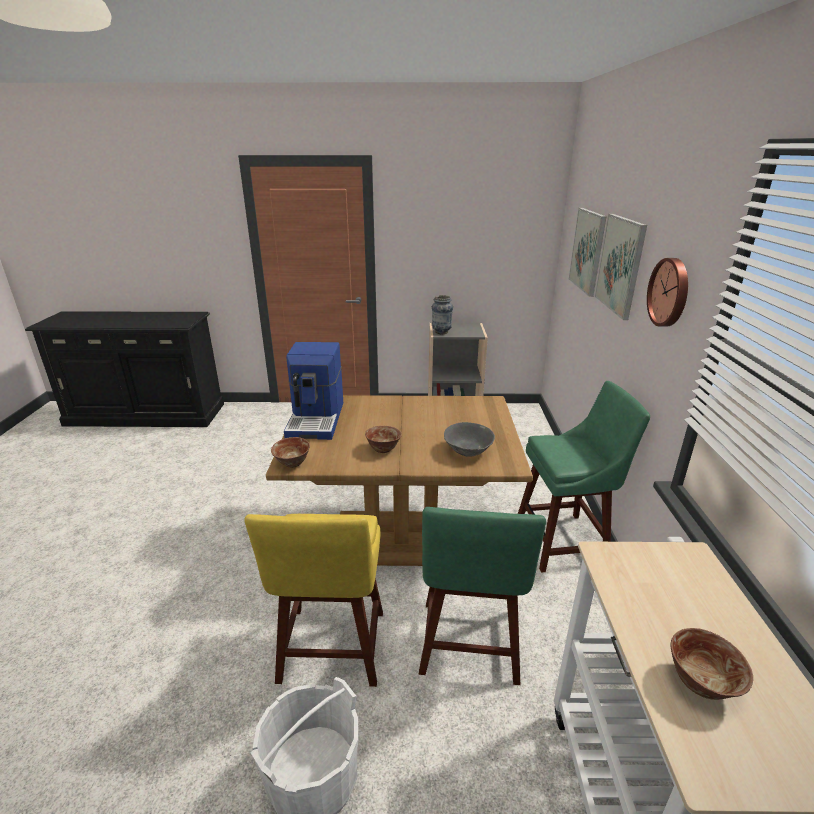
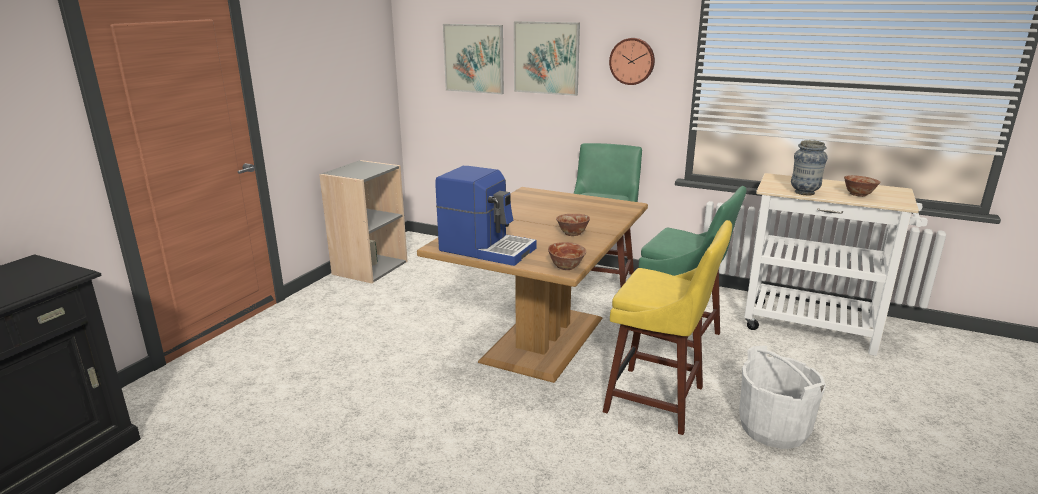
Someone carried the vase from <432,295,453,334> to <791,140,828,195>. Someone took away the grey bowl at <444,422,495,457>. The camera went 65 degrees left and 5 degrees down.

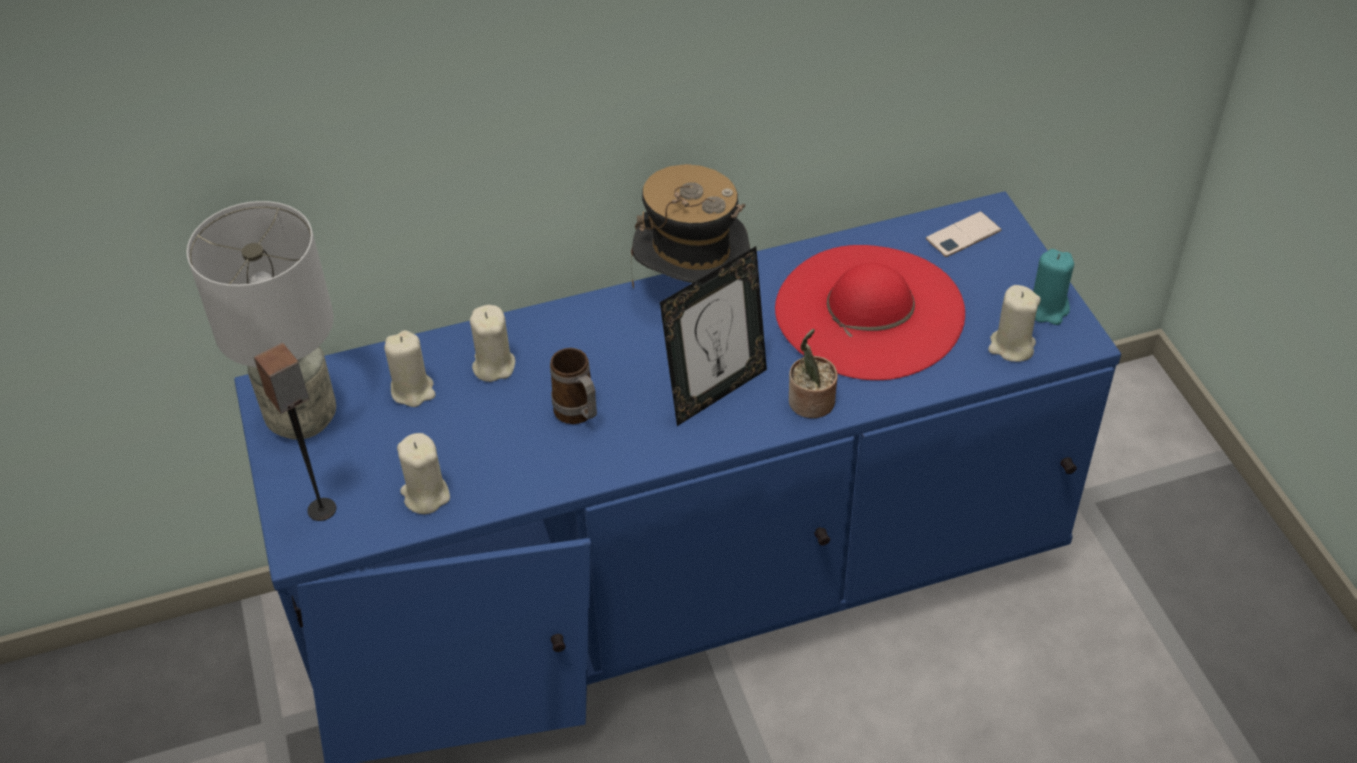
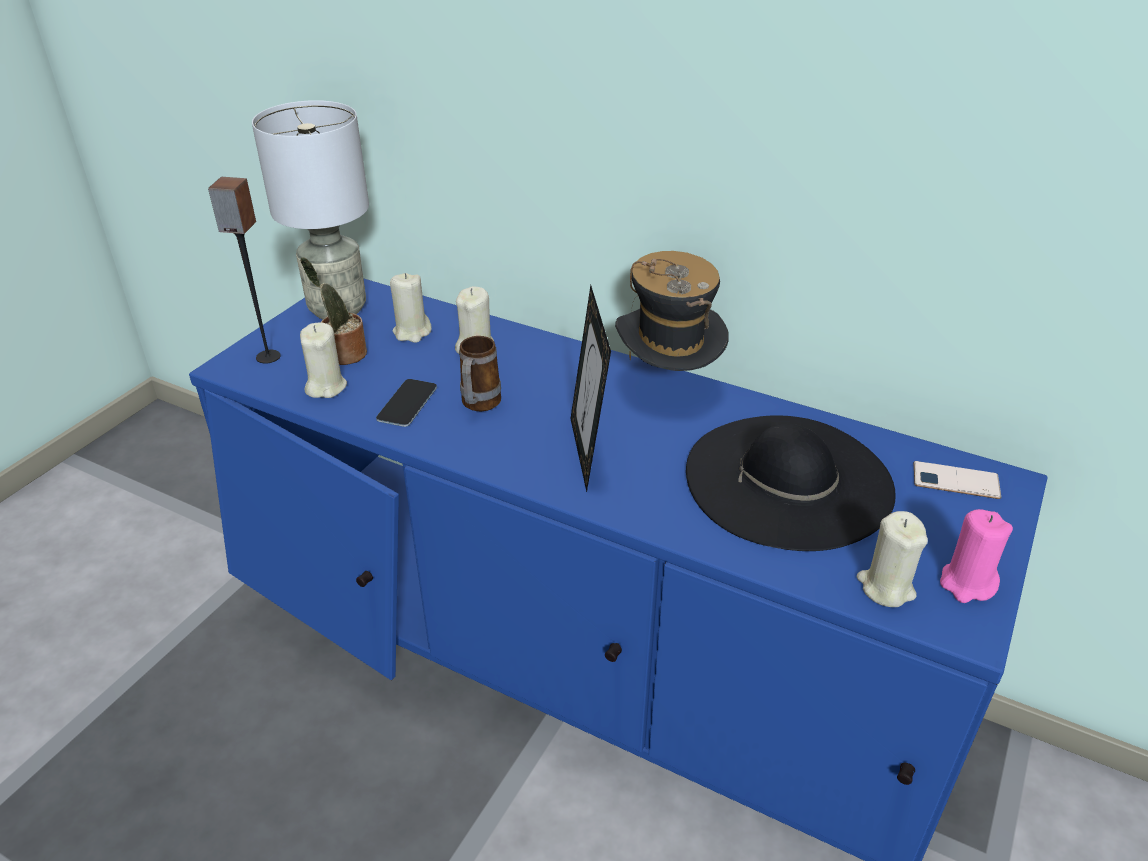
Someone carried the potted plant from <789,329,838,418> to <300,257,367,365>. Someone put down the phone at <376,379,437,427>. Someone rotated the picture frame at <660,246,767,426> by 75 degrees clockwise. Someone repainted the red hat at <775,245,965,380>, which became the black hat at <686,415,896,551>. Someone repainted the turquoise candle at <1033,249,1074,325>, which became the pink candle at <940,509,1013,603>. The camera went 45 degrees right and 10 degrees down.

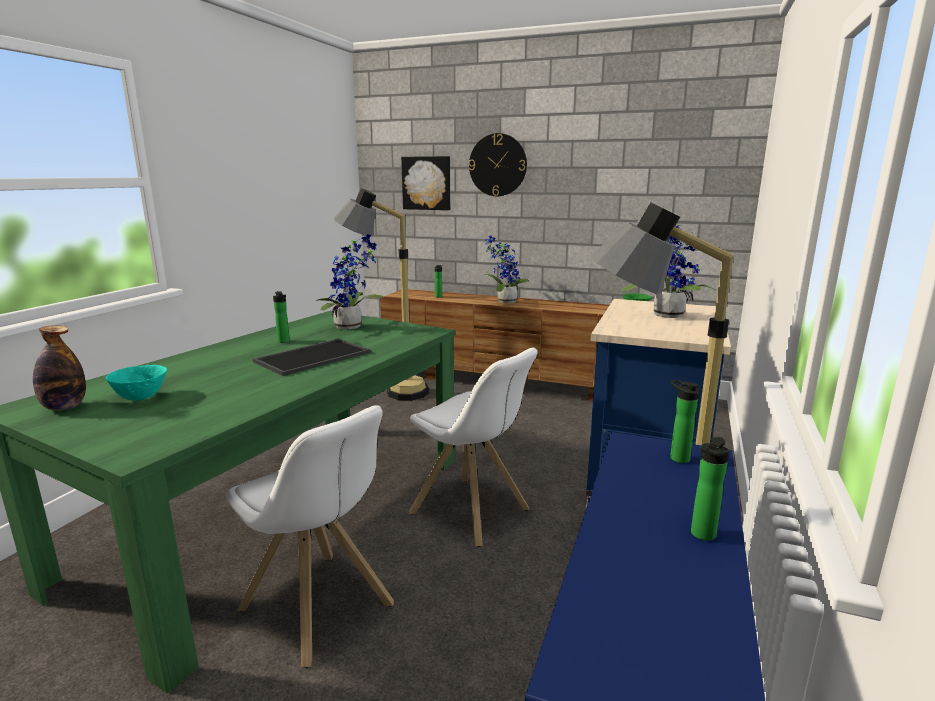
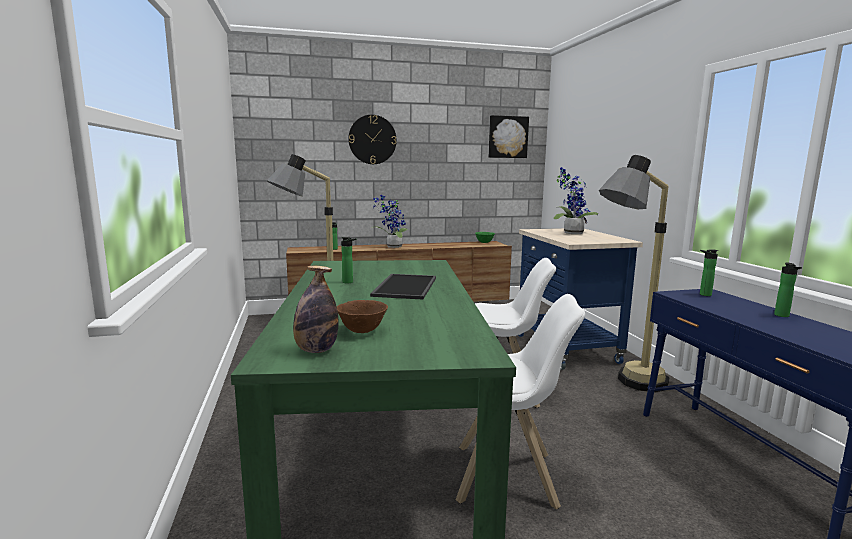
Someone repainted the turquoise bowl at <106,365,167,401>, which became the brown bowl at <337,300,388,333>. Someone carried the picture from <401,156,450,210> to <489,115,529,158>. Someone took away the potted plant at <316,234,384,330>. The camera went 35 degrees left and 5 degrees down.

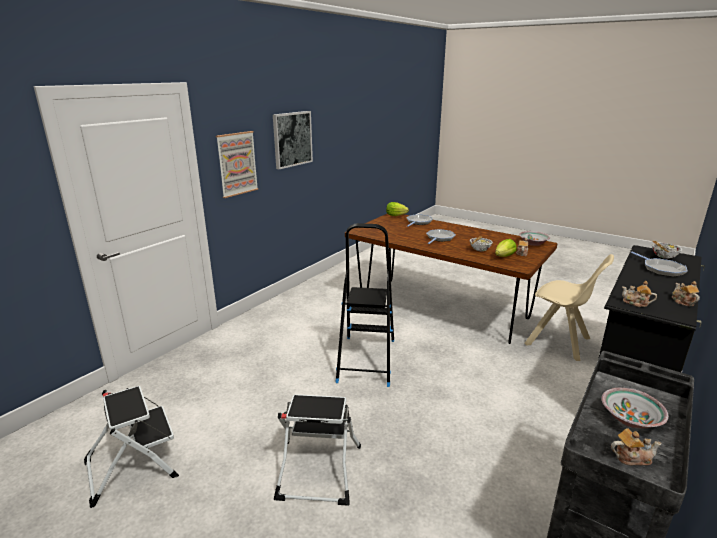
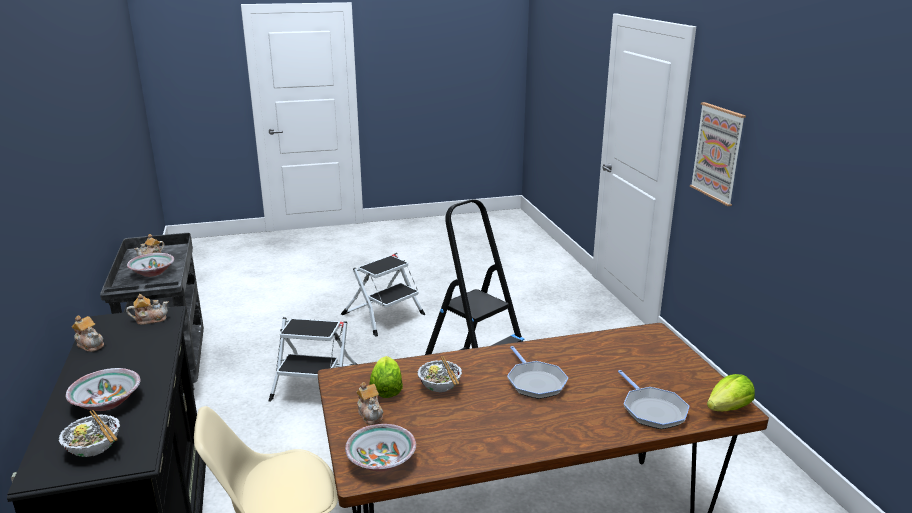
Someone swapped the frying pan at <631,252,687,277> for the bowl at <66,368,141,411>. Someone carried the step ladder from <84,386,179,508> to <269,317,357,402>. Someone took away the picture at <273,111,313,169>. The camera went 130 degrees right and 0 degrees up.

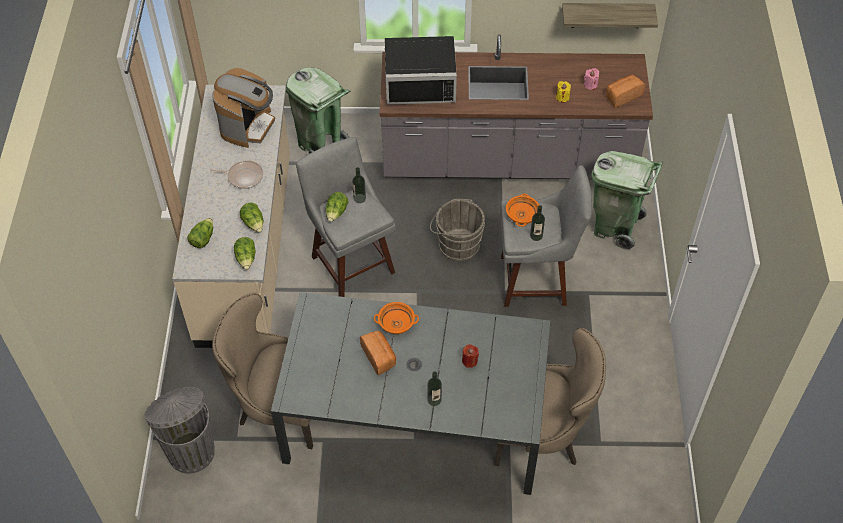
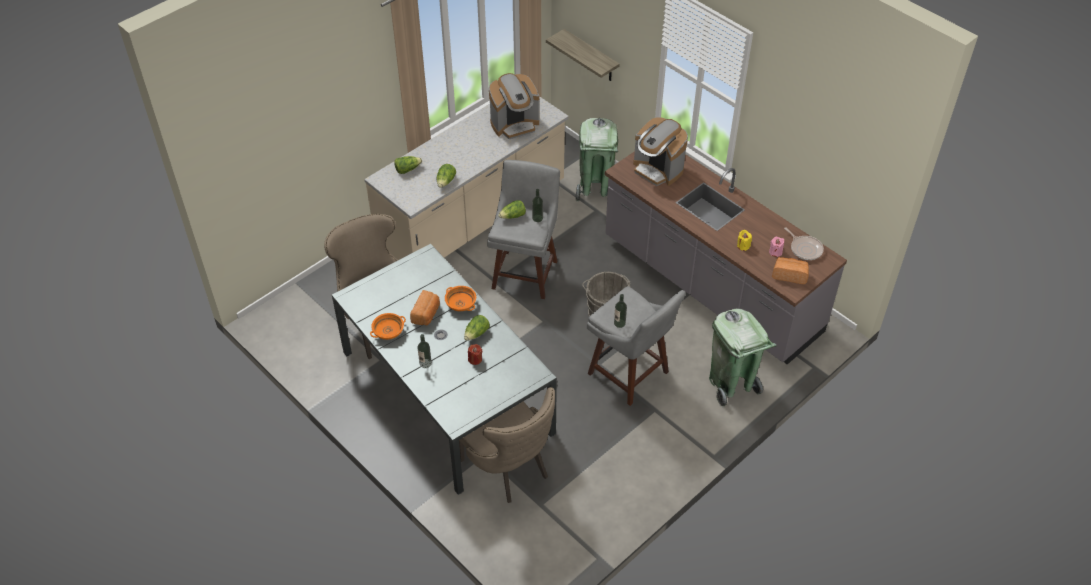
Someone carried the orange bowl from <506,194,539,227> to <370,313,406,340>. Someone carried the lettuce from <234,237,256,270> to <464,315,490,341>. Someone carried the shelf from <562,3,658,28> to <546,29,620,81>. Someone swapped the black microwave at <385,36,457,105> for the coffee machine at <633,117,688,186>. Someone carried the frying pan from <210,160,263,189> to <784,227,824,260>. Someone took away the grey trash can at <145,387,215,474>. The camera went 45 degrees right and 5 degrees down.

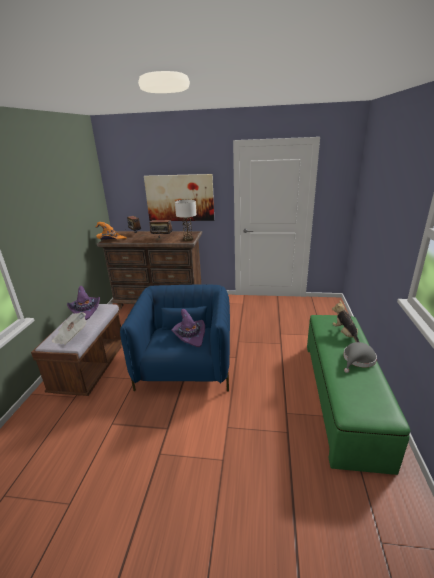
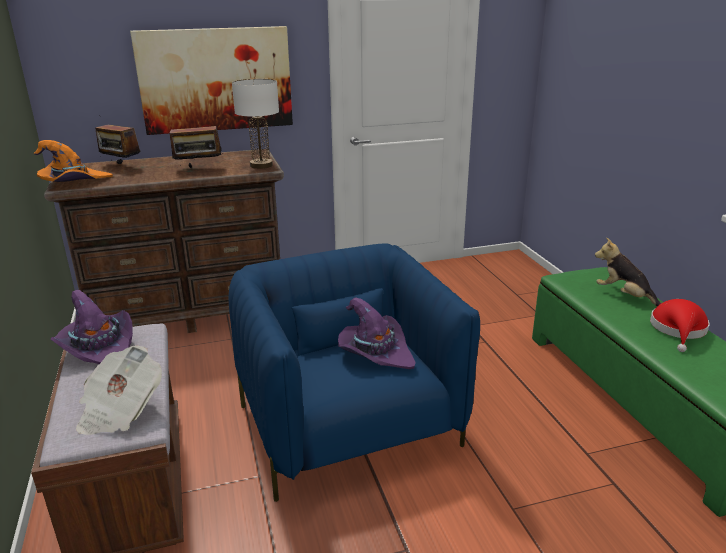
Someone repainted the grey hat at <343,342,377,373>, which became the red hat at <650,299,710,352>. The camera went 25 degrees left and 0 degrees up.

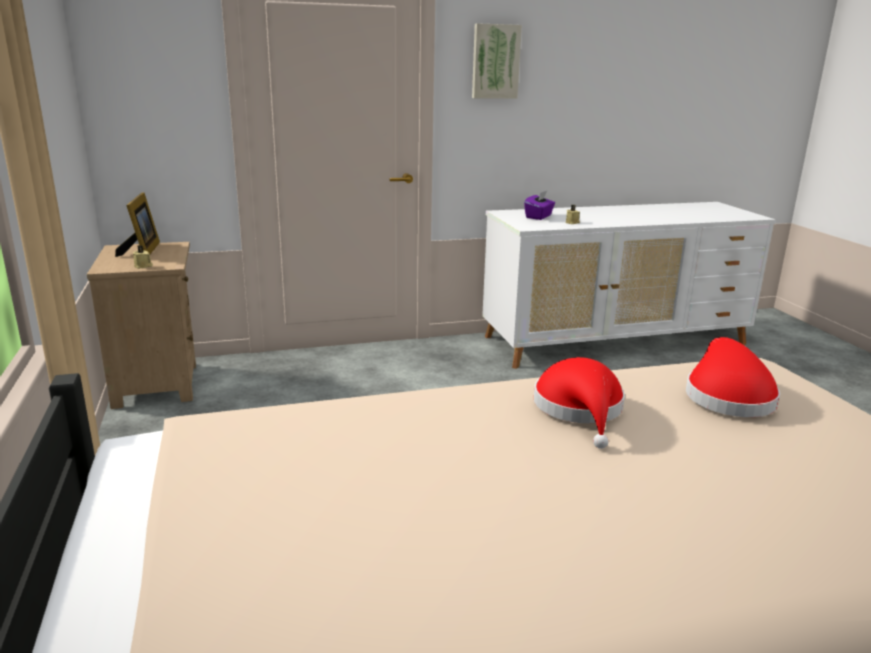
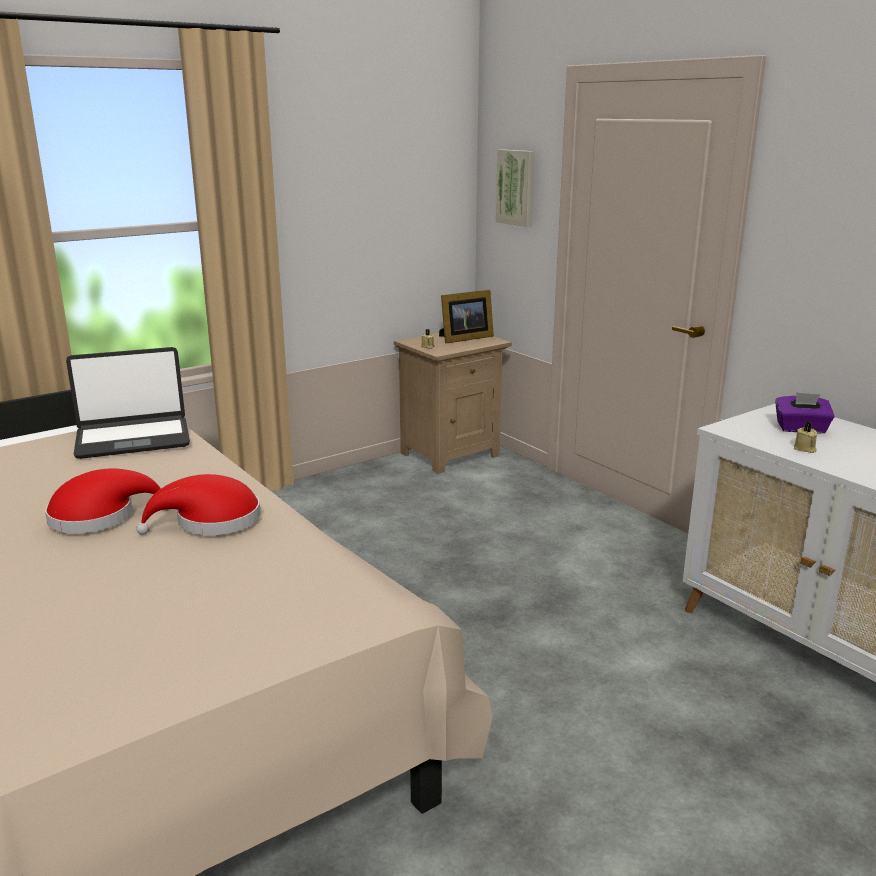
Someone carried the red hat from <686,337,780,417> to <45,468,170,534>. Someone put down the laptop at <66,347,190,459>. Someone carried the picture from <472,23,522,99> to <496,149,535,227>. The camera went 70 degrees right and 0 degrees up.

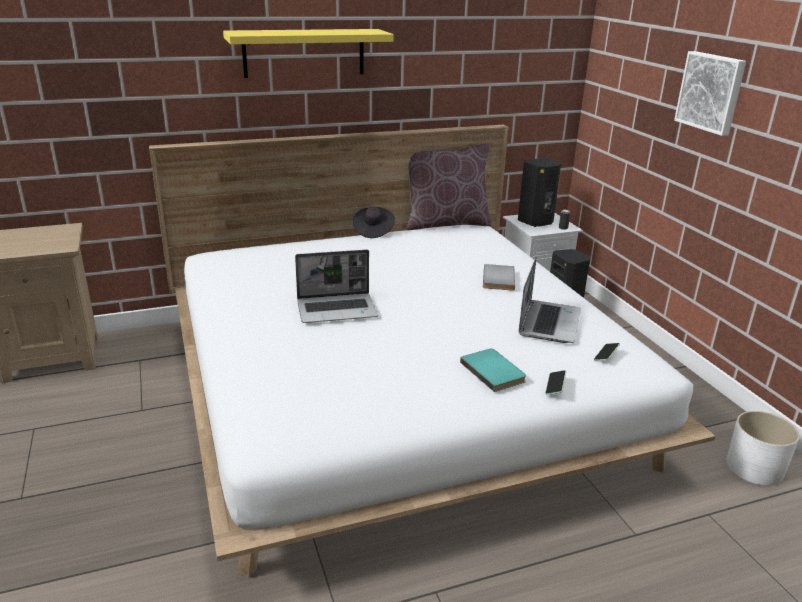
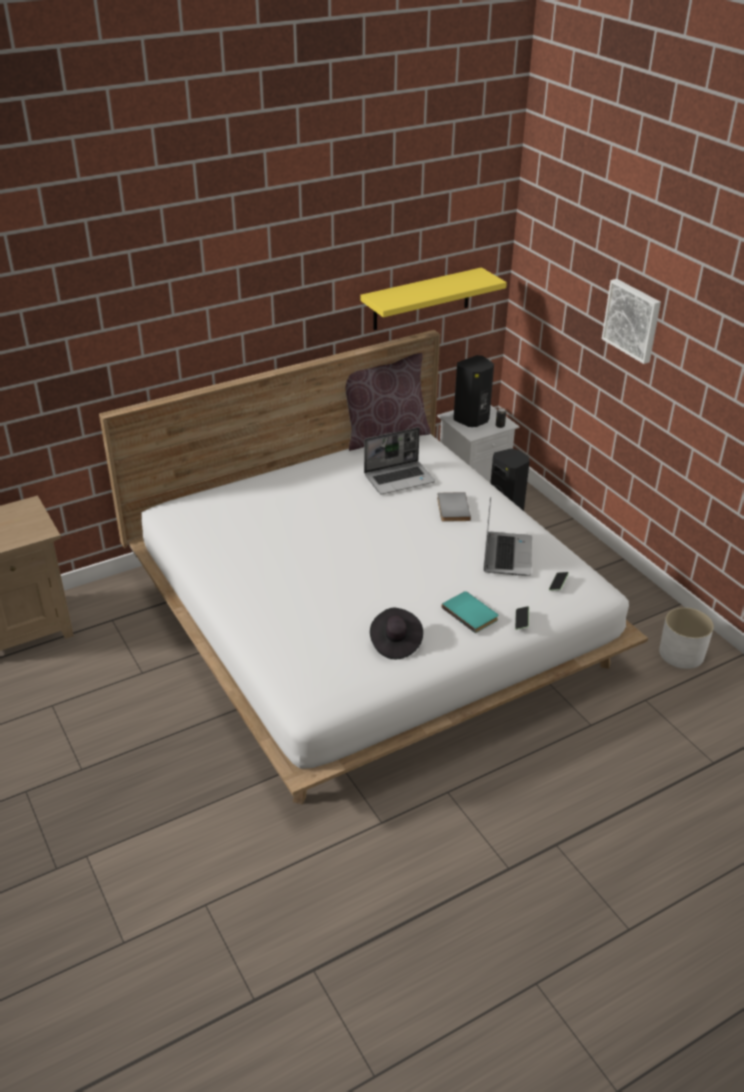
Someone carried the yellow shelf from <223,29,394,78> to <360,267,507,330>. Someone carried the laptop from <295,250,378,323> to <364,427,435,494>. Someone carried the black hat from <353,206,395,238> to <370,608,423,659>. The camera went 10 degrees left and 10 degrees up.

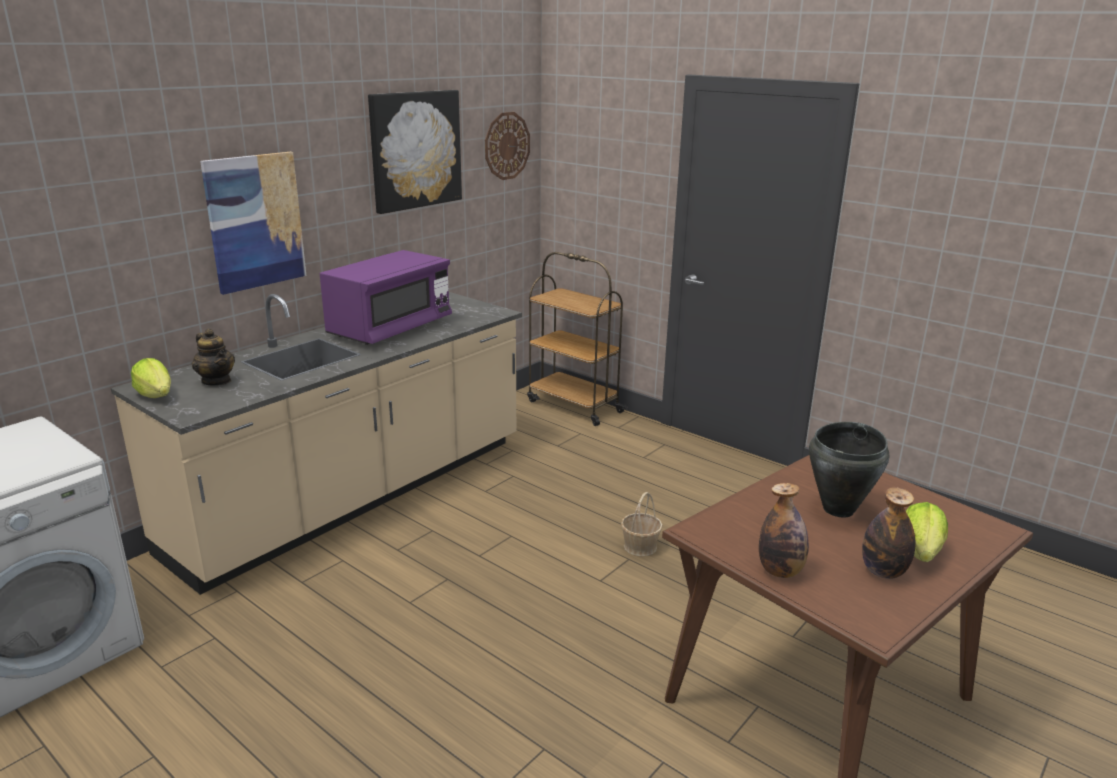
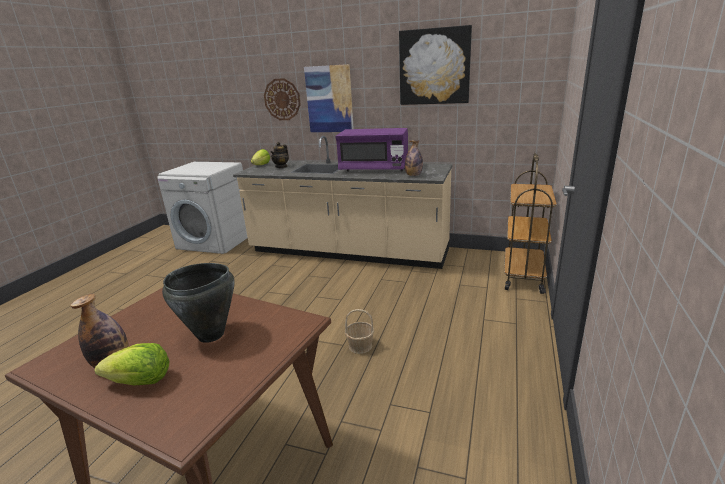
Someone carried the wall clock from <485,112,530,180> to <264,78,301,120>. Someone carried the bottle from <759,483,809,578> to <405,141,423,176>. The camera went 70 degrees right and 0 degrees up.

